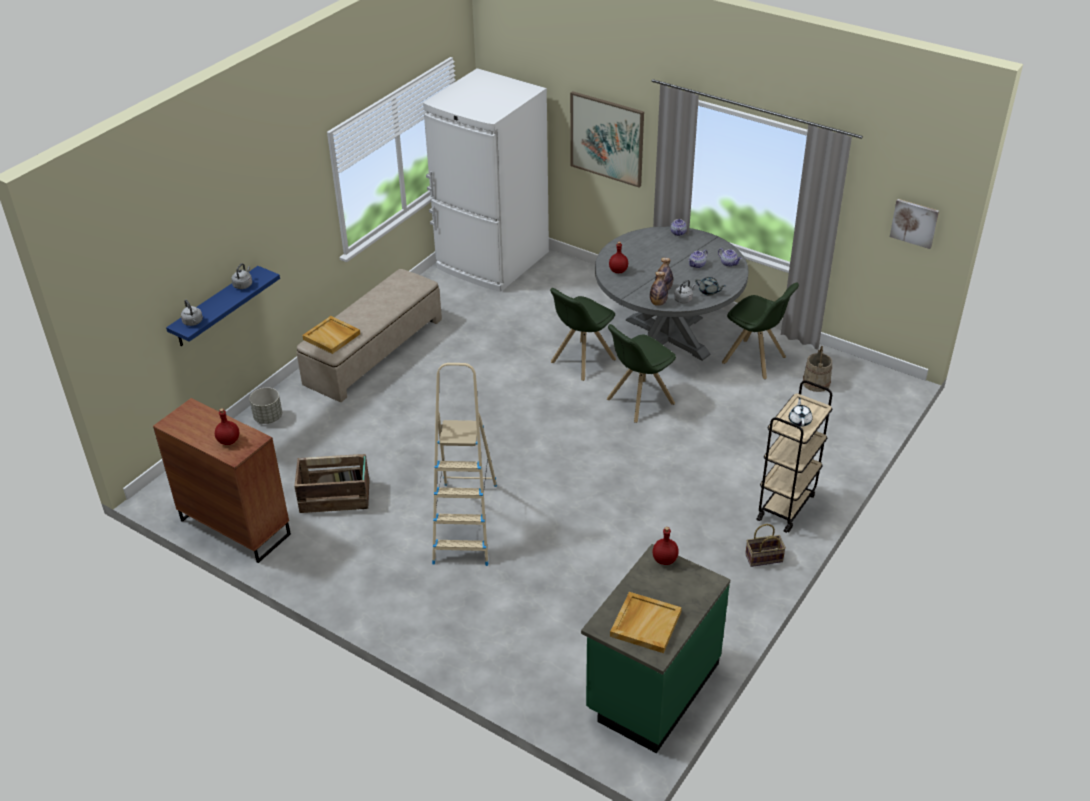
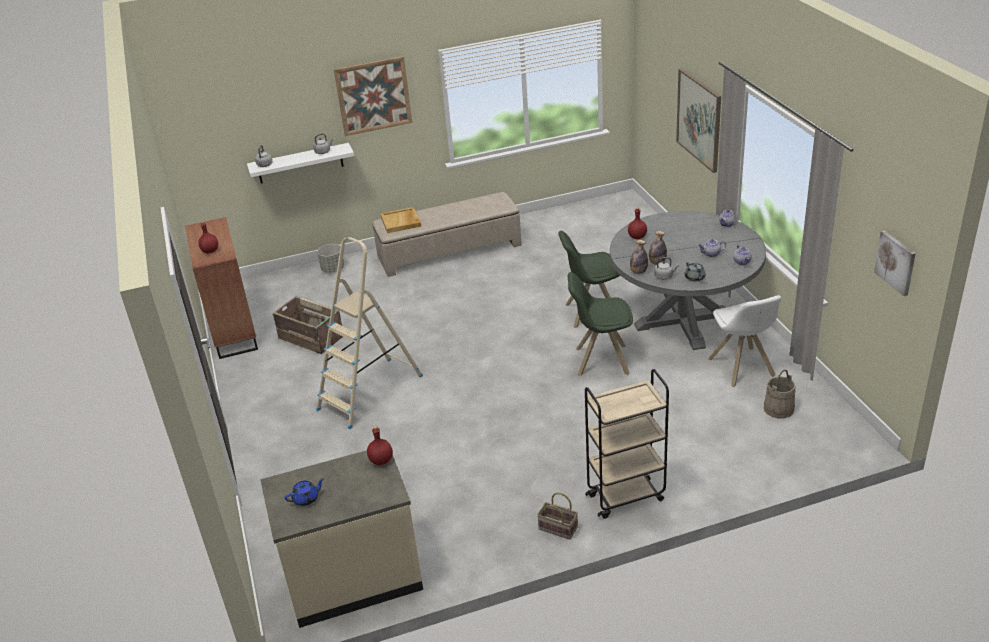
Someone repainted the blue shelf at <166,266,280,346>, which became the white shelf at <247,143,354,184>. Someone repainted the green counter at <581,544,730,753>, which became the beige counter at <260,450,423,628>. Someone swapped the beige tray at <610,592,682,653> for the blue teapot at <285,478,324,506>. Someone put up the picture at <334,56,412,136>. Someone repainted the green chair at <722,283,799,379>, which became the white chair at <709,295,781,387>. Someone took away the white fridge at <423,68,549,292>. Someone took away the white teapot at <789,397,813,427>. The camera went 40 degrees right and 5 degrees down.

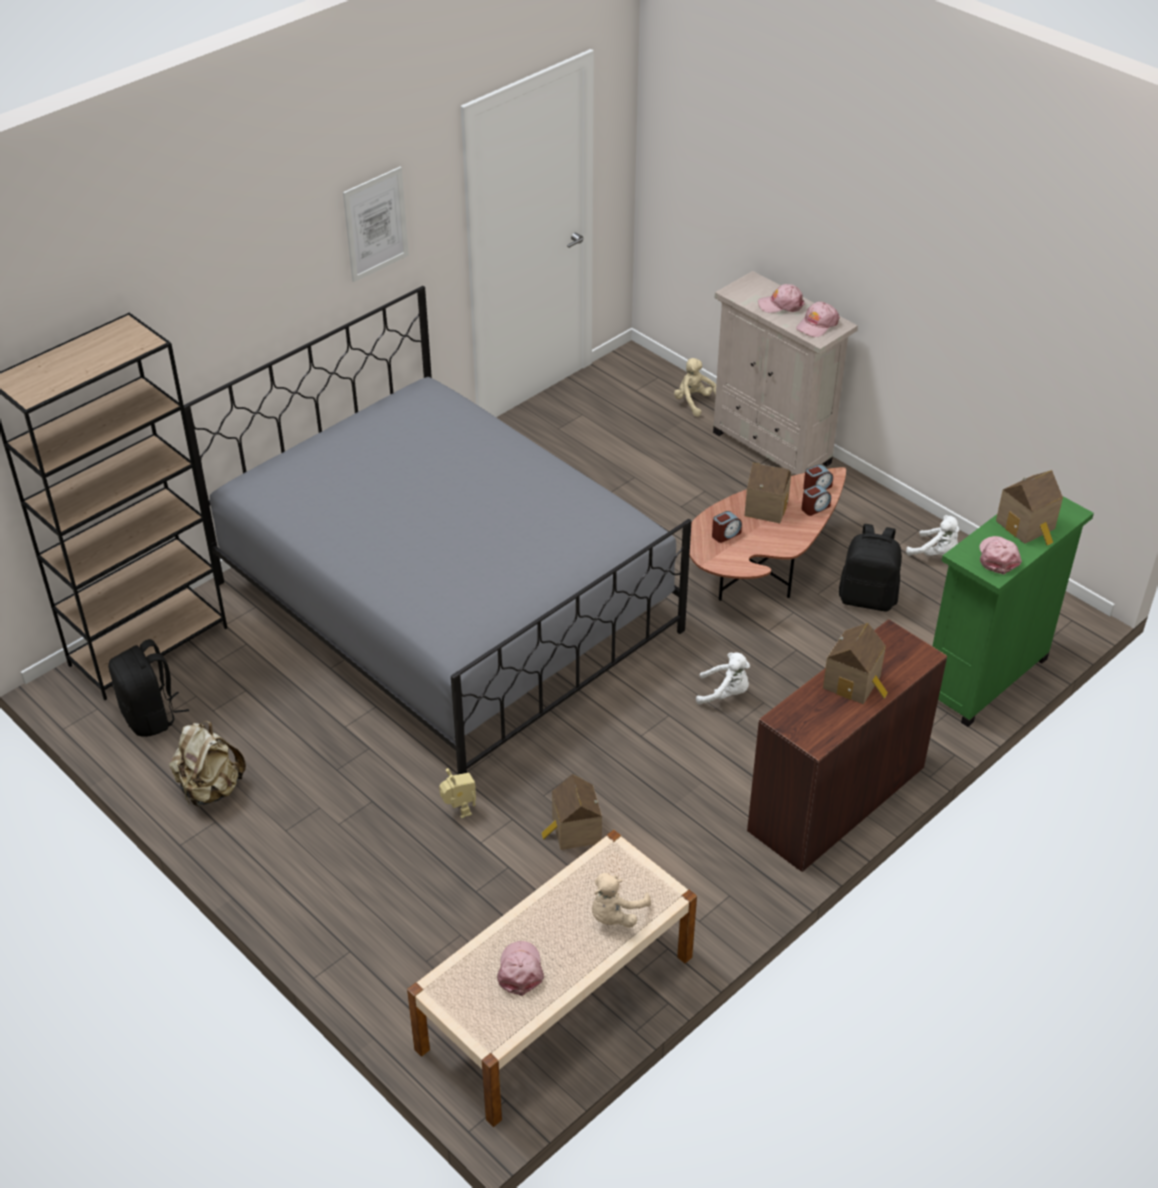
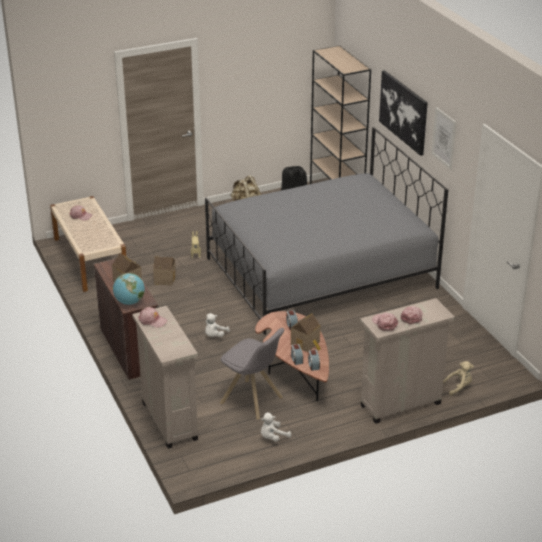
Someone put down the globe at <113,273,145,305>. Someone repainted the green cabinet at <933,496,1094,727>, which became the beige cabinet at <132,306,198,449>. Someone swapped the black backpack at <839,524,902,611> for the grey chair at <220,328,284,420>. Someone put up the picture at <379,70,428,156>. Someone took away the beige plush toy at <592,873,651,928>. Someone took away the toy house at <996,470,1063,546>. The camera went 110 degrees right and 10 degrees down.

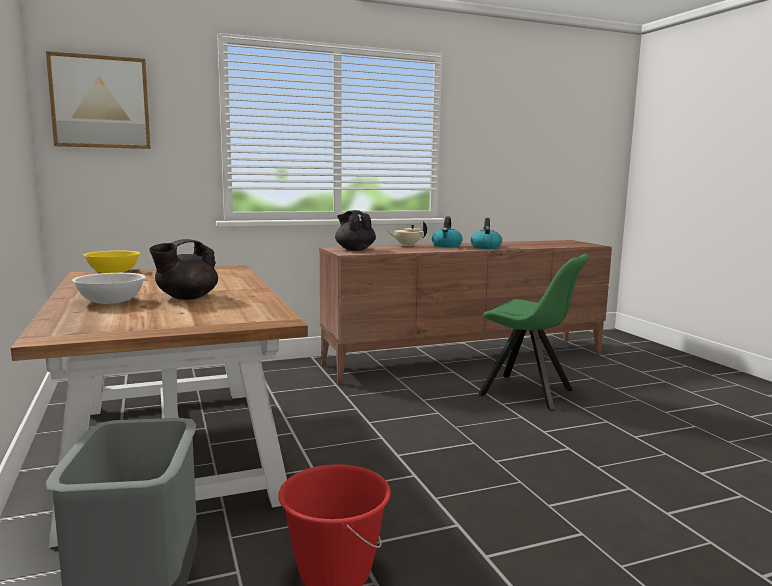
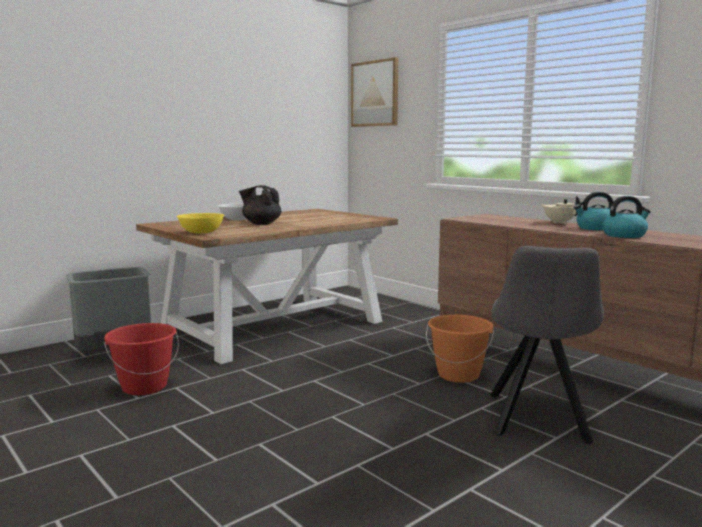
Someone carried the yellow bowl from <84,251,140,273> to <176,213,224,233>. Someone put down the orange bucket at <426,315,494,383>. Someone repainted the green chair at <479,254,589,410>, which became the grey chair at <490,246,604,444>. Someone took away the black teapot at <335,210,376,251>. The camera went 70 degrees right and 0 degrees up.

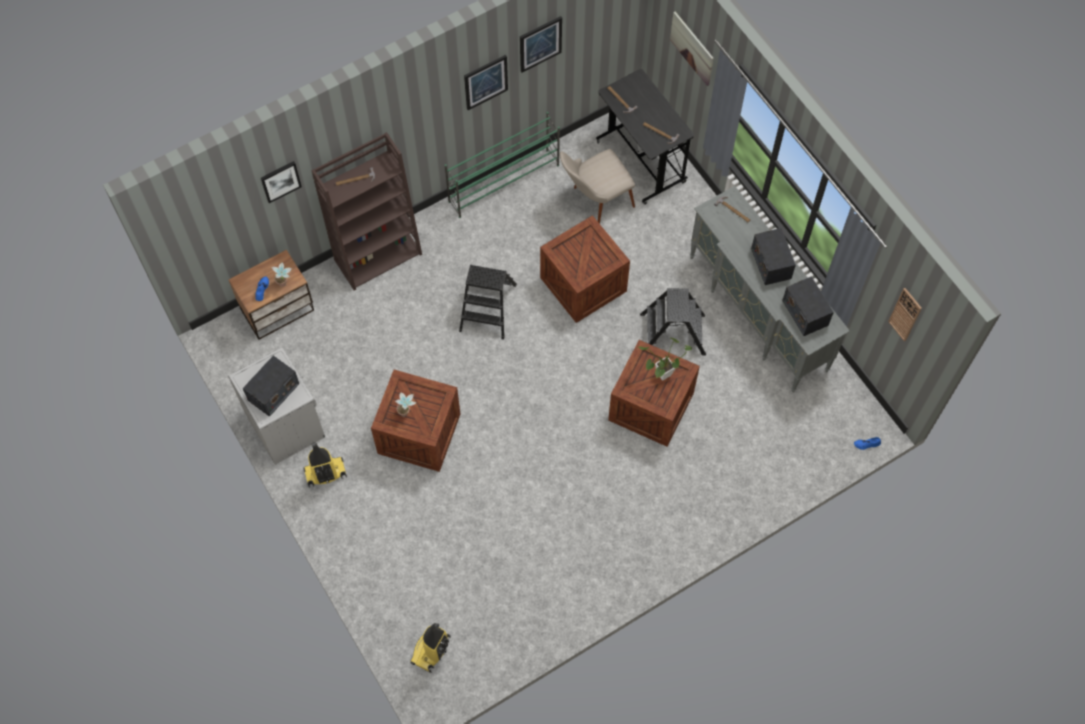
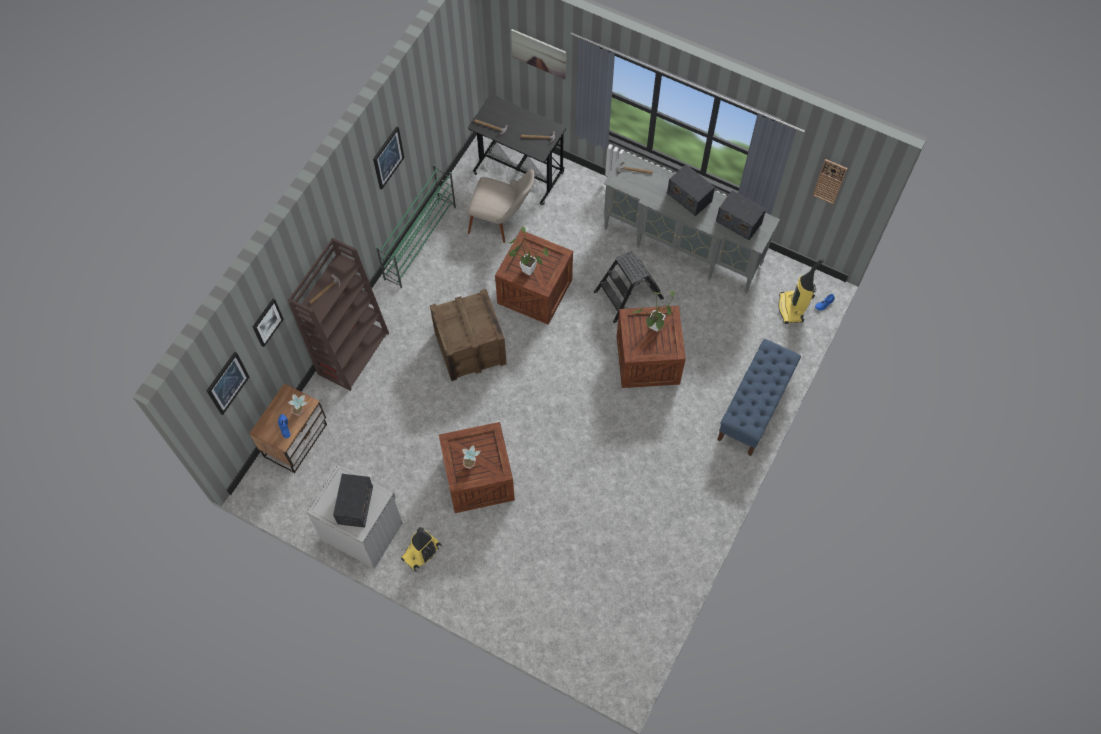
Someone carried the picture from <520,16,562,73> to <206,352,249,415>. Someone swapped the black step ladder at <459,265,517,340> for the crate at <430,289,506,381>. Someone rotated the beige chair at <560,149,635,224> by 105 degrees counterclockwise. Someone put down the potted plant at <508,226,548,276>. Someone put down the blue bench at <717,339,801,456>. Someone carried the vacuum cleaner from <410,623,451,673> to <779,259,824,324>. The camera went 30 degrees left and 0 degrees up.

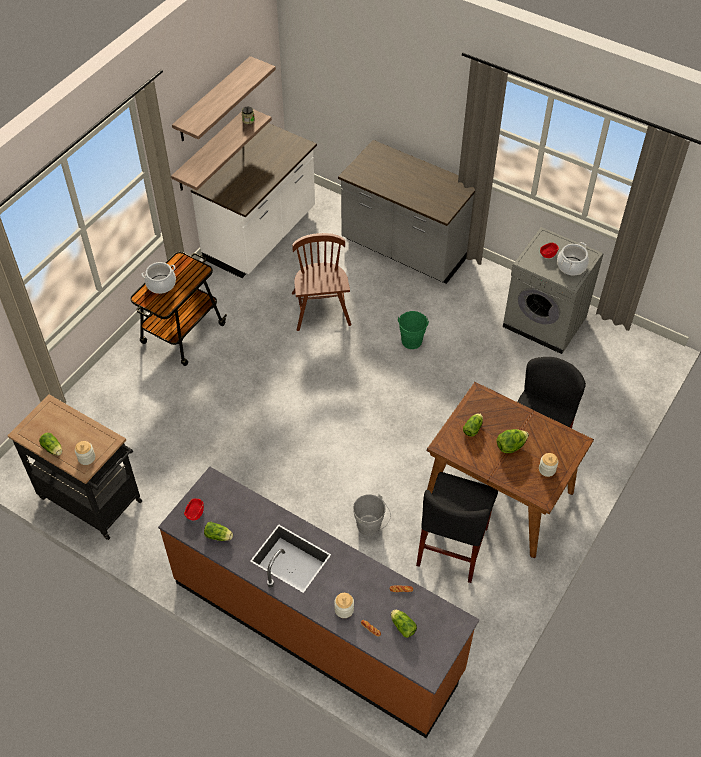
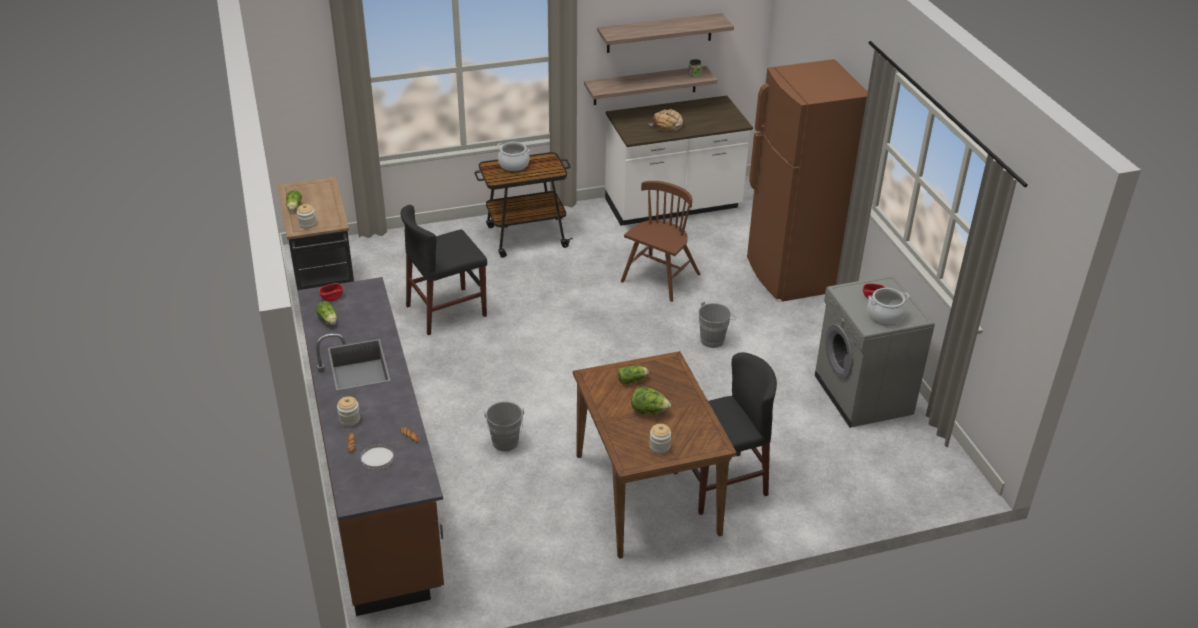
Someone swapped the lettuce at <391,610,417,638> for the white plate at <361,444,394,470>. Someone carried the black chair from <416,472,498,583> to <400,205,487,335>. Someone put down the bread at <649,109,683,132>. Someone repainted the green bucket at <398,311,429,349>, which became the grey bucket at <698,301,735,348>. Someone swapped the grey counter at <338,140,475,284> for the brown fridge at <747,59,868,302>. The camera went 40 degrees right and 15 degrees down.

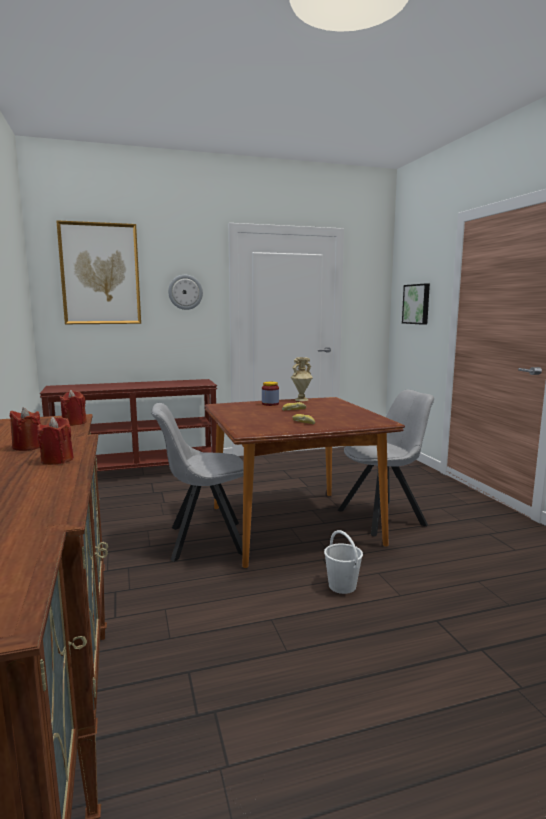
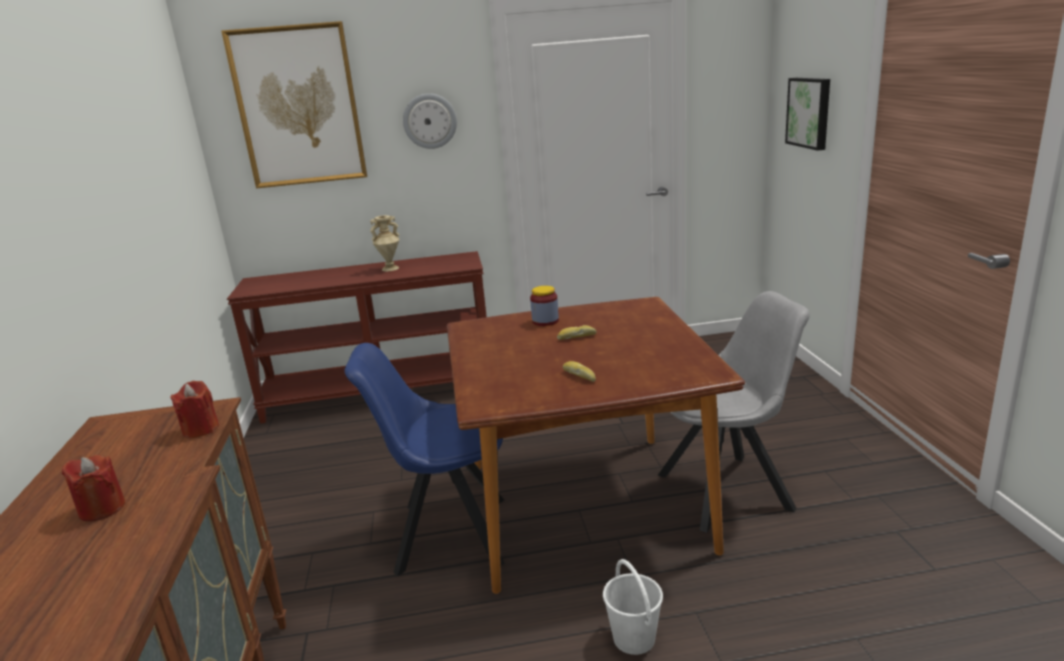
Someone repainted the grey chair at <151,403,244,562>, which became the blue chair at <344,343,505,576>. Someone carried the beige vase from <291,357,313,401> to <370,215,399,272>. Someone took away the red candle at <37,417,74,465>. The camera went 10 degrees right and 10 degrees up.

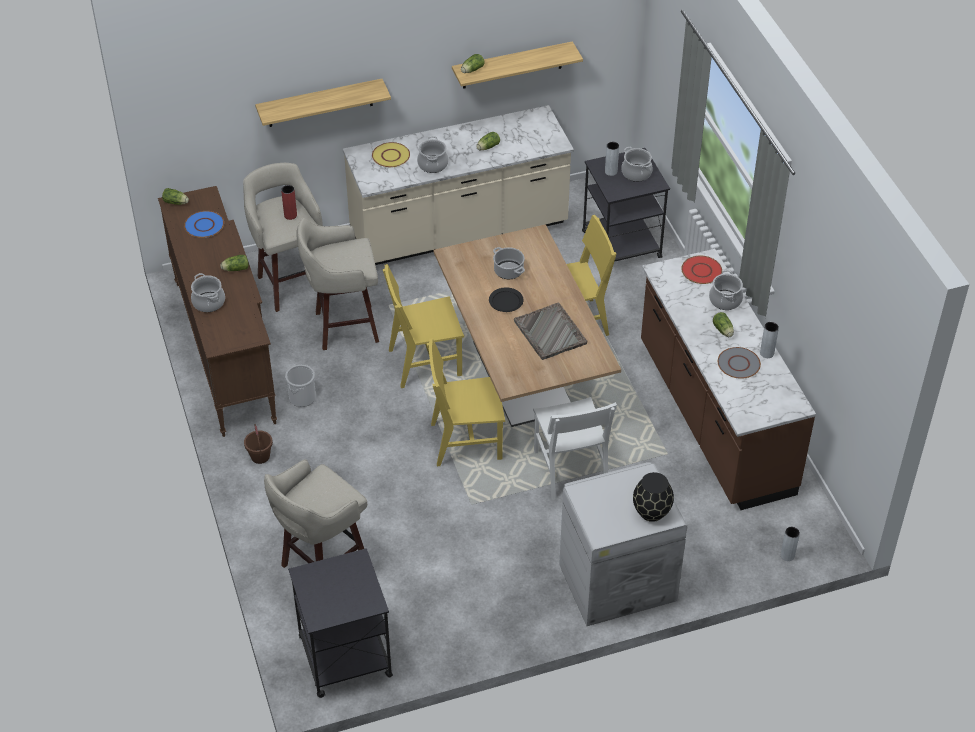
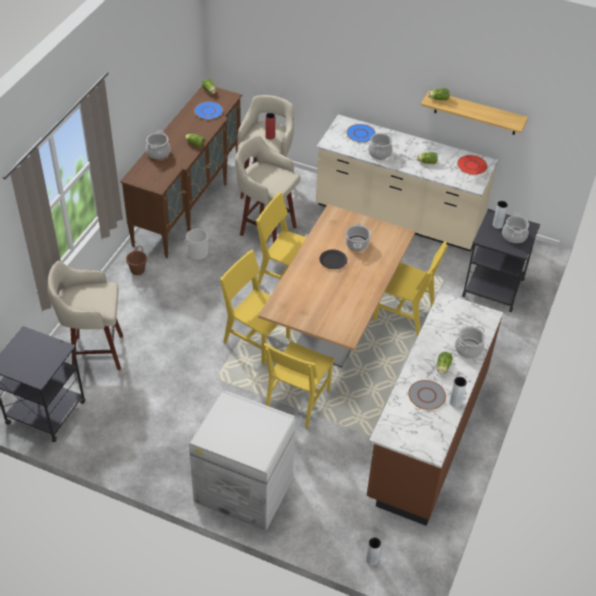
Someone repainted the white chair at <533,397,617,500>, which became the yellow chair at <264,341,335,428>. Someone repainted the yellow plate at <372,142,410,167>, which became the blue plate at <346,124,376,143>. Someone carried the red plate from <681,256,722,284> to <457,155,487,175>. Someone took away the shelf at <255,79,391,127>. Someone took away the grey tray at <514,302,587,360>. Someone took away the black vase at <633,472,674,522>. The camera went 40 degrees right and 0 degrees up.

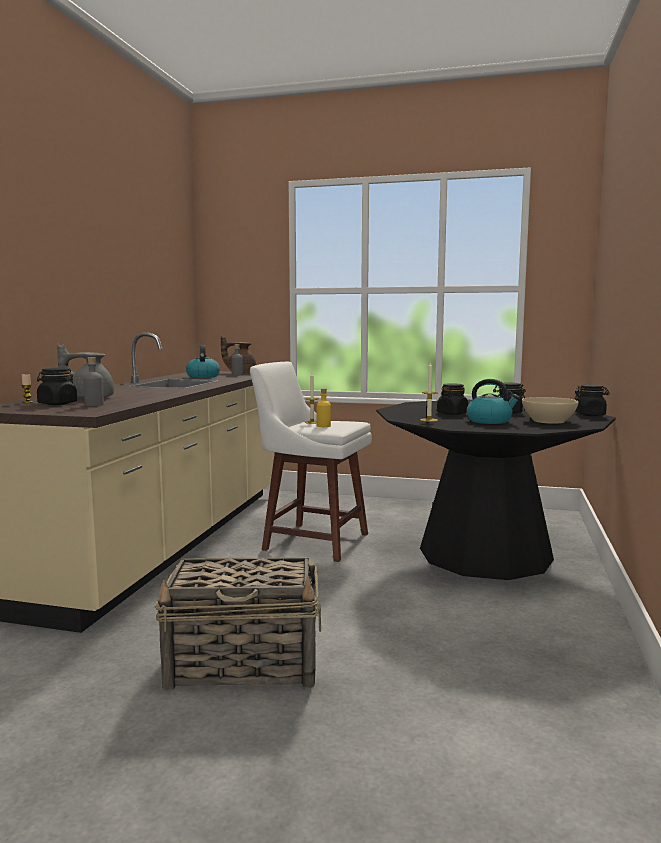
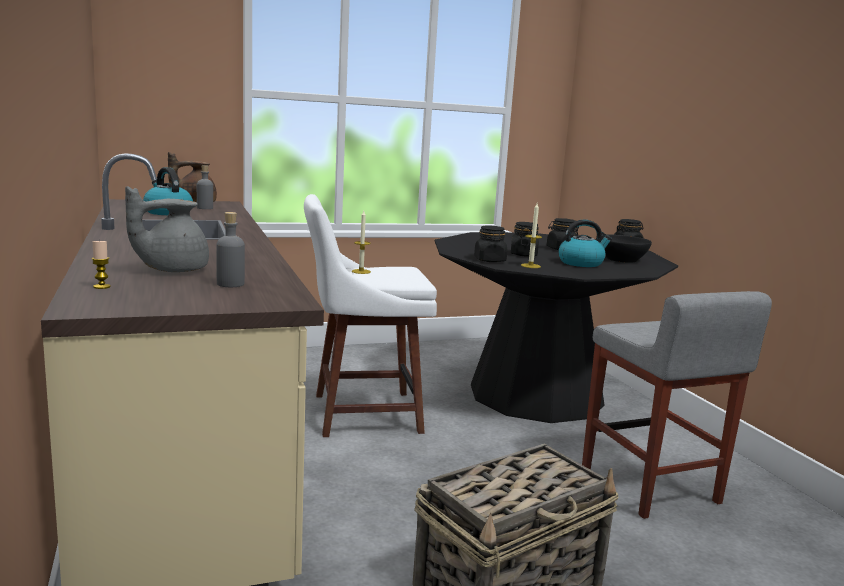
Someone carried the black jar from <37,368,77,405> to <474,225,507,262>. Someone put down the grey stool at <582,291,772,519>. Someone repainted the beige bowl at <522,397,579,424>, which became the black bowl at <601,234,652,263>. Someone took away the yellow bottle at <317,388,331,427>. The camera went 35 degrees left and 5 degrees up.

